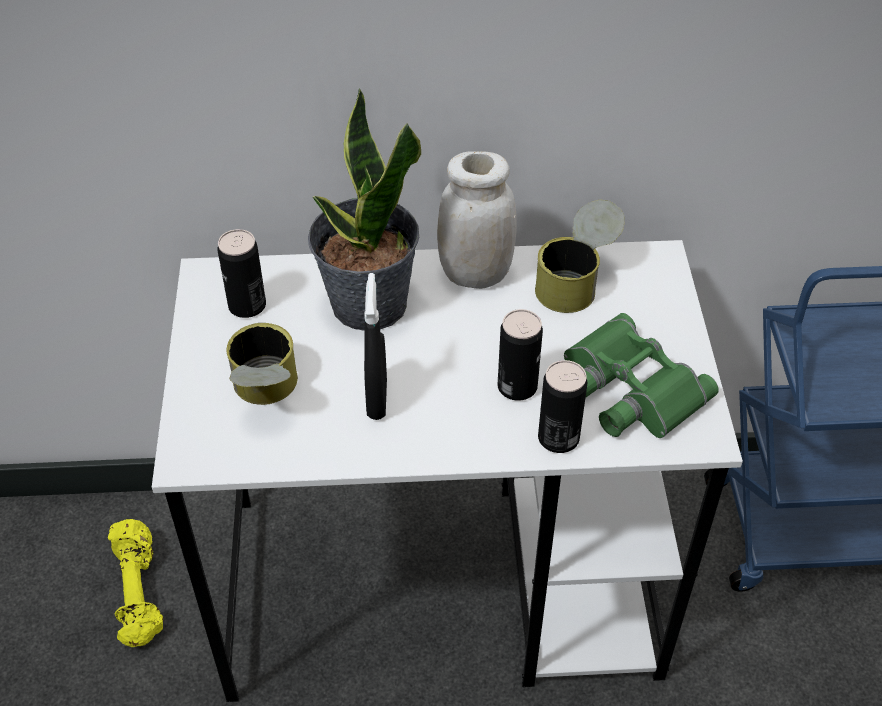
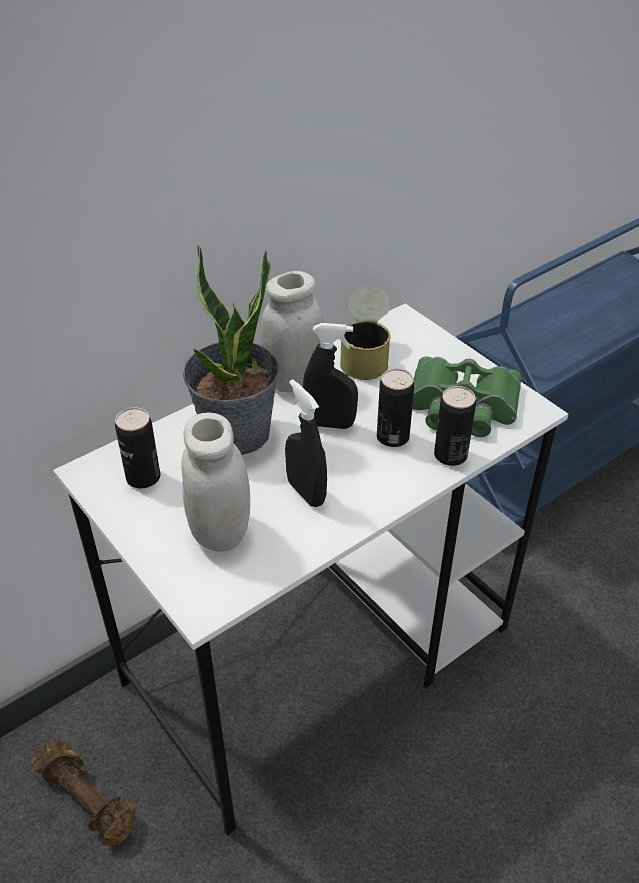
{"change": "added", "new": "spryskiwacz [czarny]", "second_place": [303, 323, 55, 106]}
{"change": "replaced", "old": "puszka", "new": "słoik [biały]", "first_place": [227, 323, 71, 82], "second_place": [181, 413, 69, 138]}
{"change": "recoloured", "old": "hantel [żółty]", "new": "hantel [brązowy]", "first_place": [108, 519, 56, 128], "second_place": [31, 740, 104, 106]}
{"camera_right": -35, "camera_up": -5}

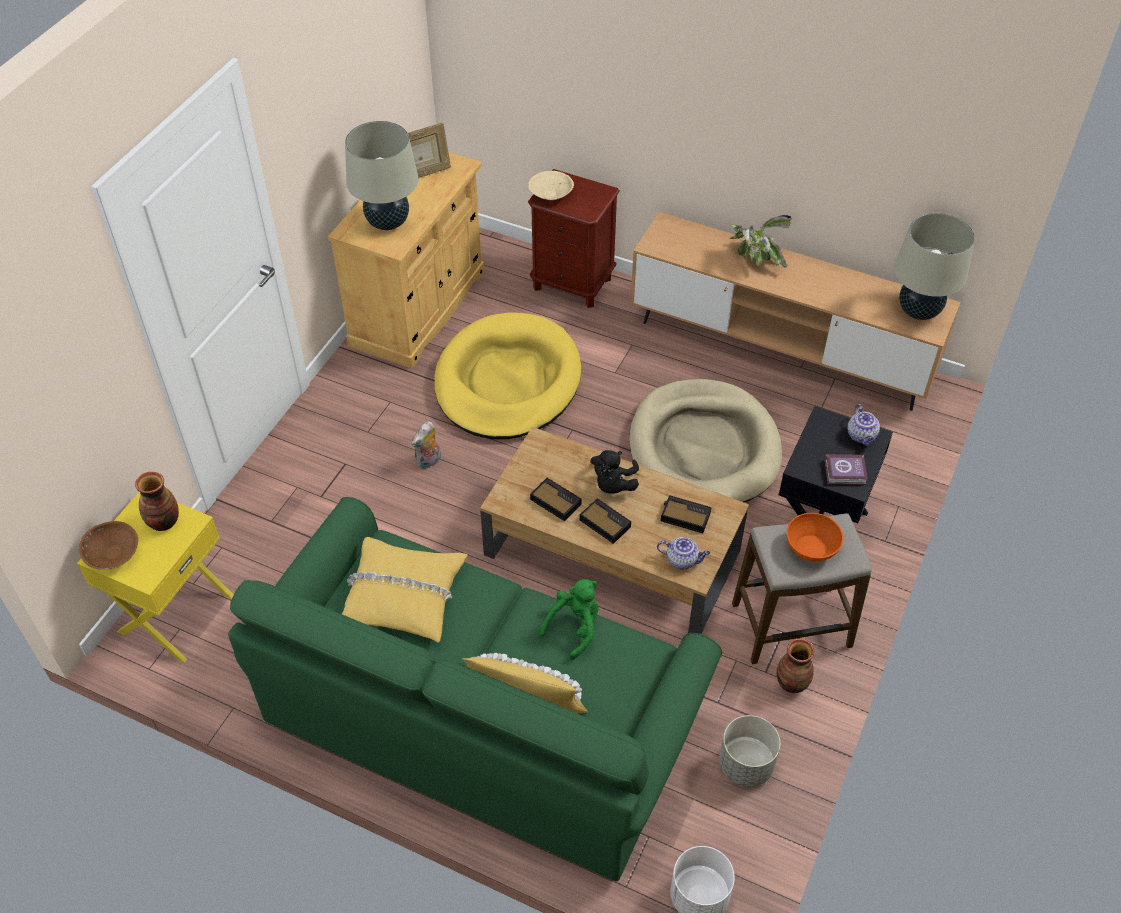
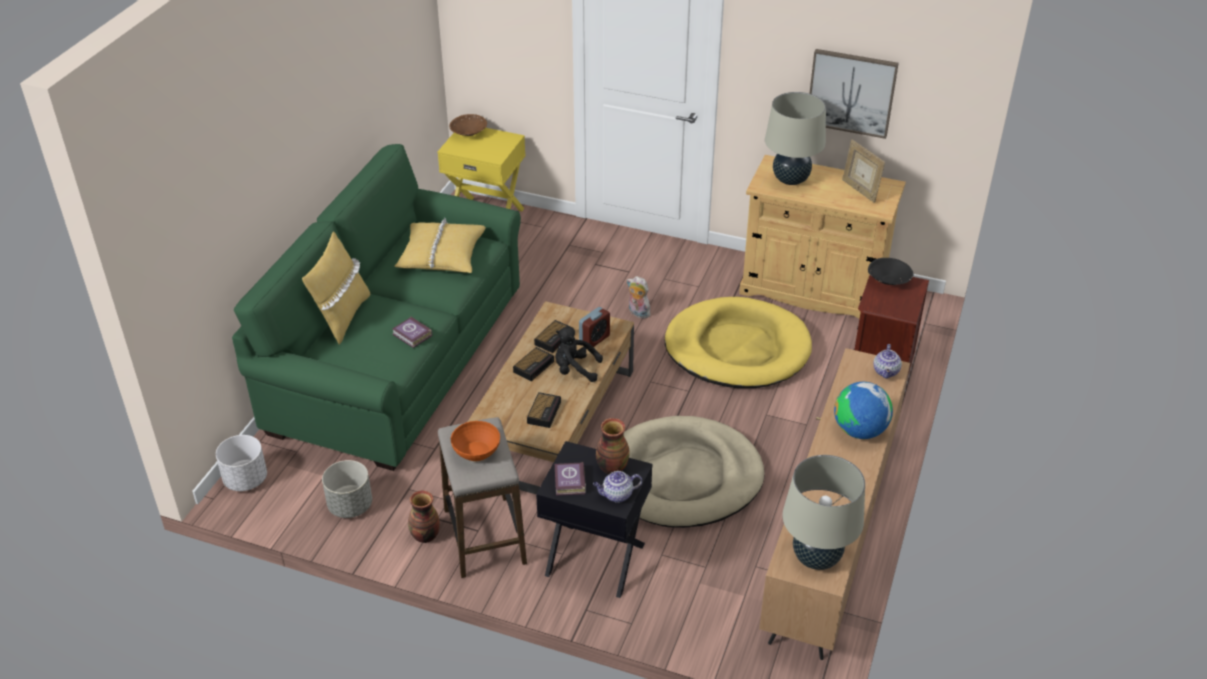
{"change": "added", "new": "budzik", "second_place": [579, 307, 31, 40]}
{"change": "added", "new": "obraz", "second_place": [809, 49, 90, 90]}
{"change": "moved", "old": "wazon", "first_place": [135, 472, 44, 59], "second_place": [596, 418, 34, 56]}
{"change": "moved", "old": "imbryk", "first_place": [657, 537, 53, 33], "second_place": [873, 344, 29, 35]}
{"change": "replaced", "old": "pluszak [zielony]", "new": "książka", "first_place": [539, 579, 60, 81], "second_place": [392, 317, 40, 31]}
{"change": "replaced", "old": "roślina doniczkowa", "new": "globus", "first_place": [730, 215, 62, 53], "second_place": [834, 382, 59, 57]}
{"change": "recoloured", "old": "miska [beżowy]", "new": "miska [czarny]", "first_place": [528, 171, 46, 29], "second_place": [868, 258, 45, 27]}
{"camera_right": 85, "camera_up": -10}

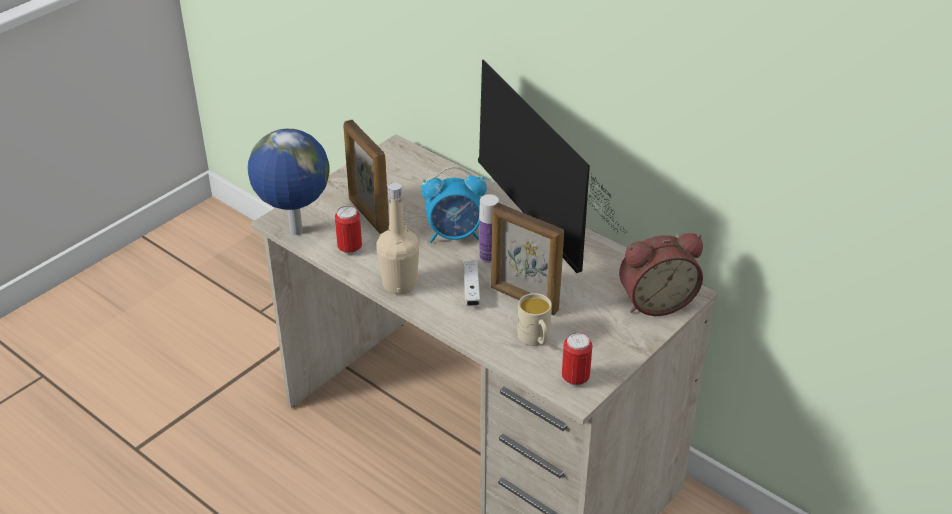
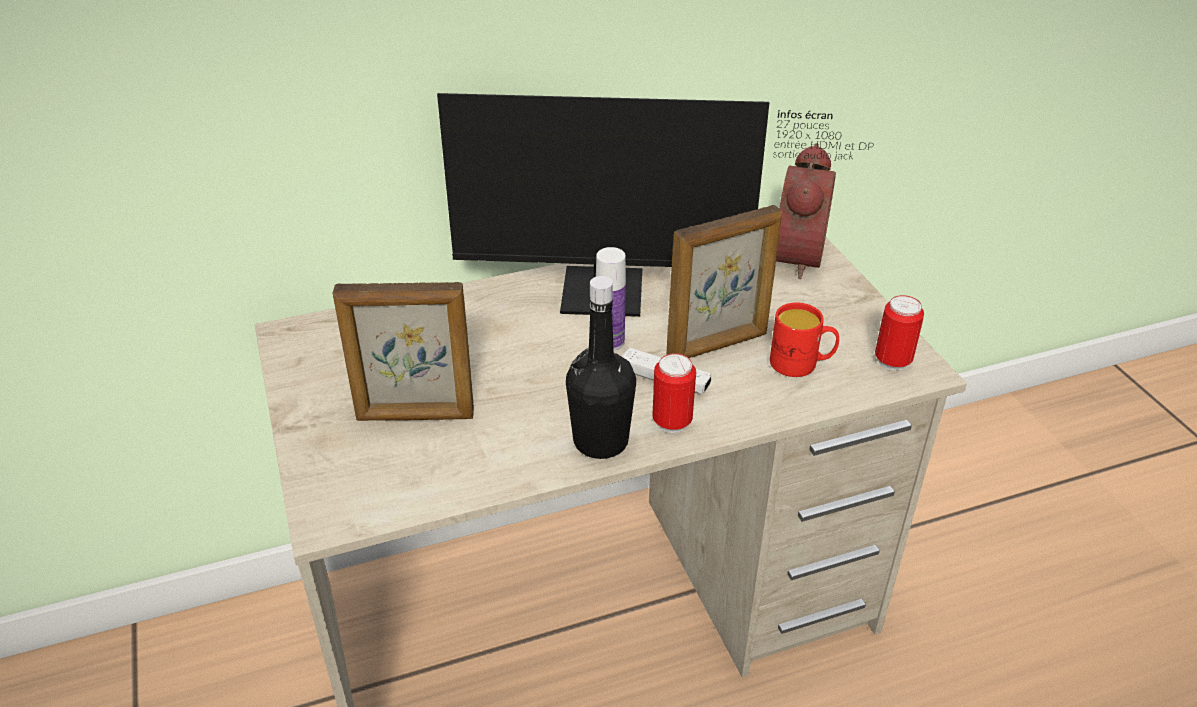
{"change": "removed", "old": "globus", "first_place": [247, 129, 83, 106]}
{"change": "removed", "old": "budzik", "first_place": [421, 166, 66, 77]}
{"change": "moved", "old": "puszka", "first_place": [335, 206, 27, 49], "second_place": [652, 353, 44, 80]}
{"change": "recoloured", "old": "butelka [beżowy]", "new": "butelka [czarny]", "first_place": [376, 182, 43, 113], "second_place": [566, 276, 70, 183]}
{"change": "recoloured", "old": "kubek [beżowy]", "new": "kubek [czerwony]", "first_place": [517, 293, 35, 53], "second_place": [770, 302, 69, 75]}
{"camera_right": -60, "camera_up": 0}

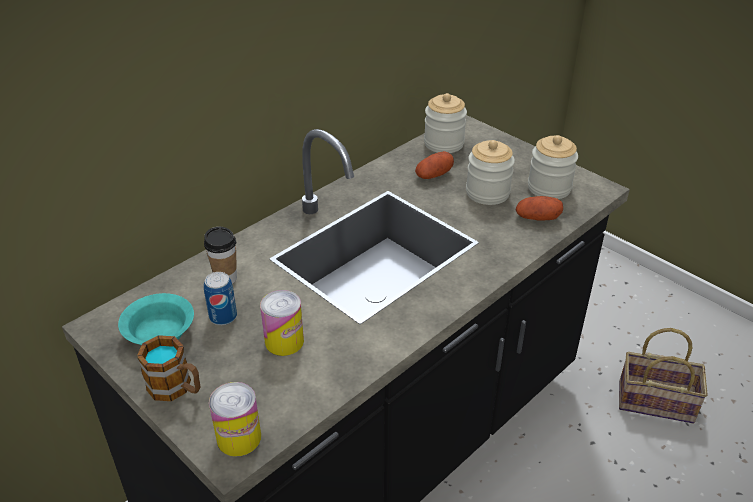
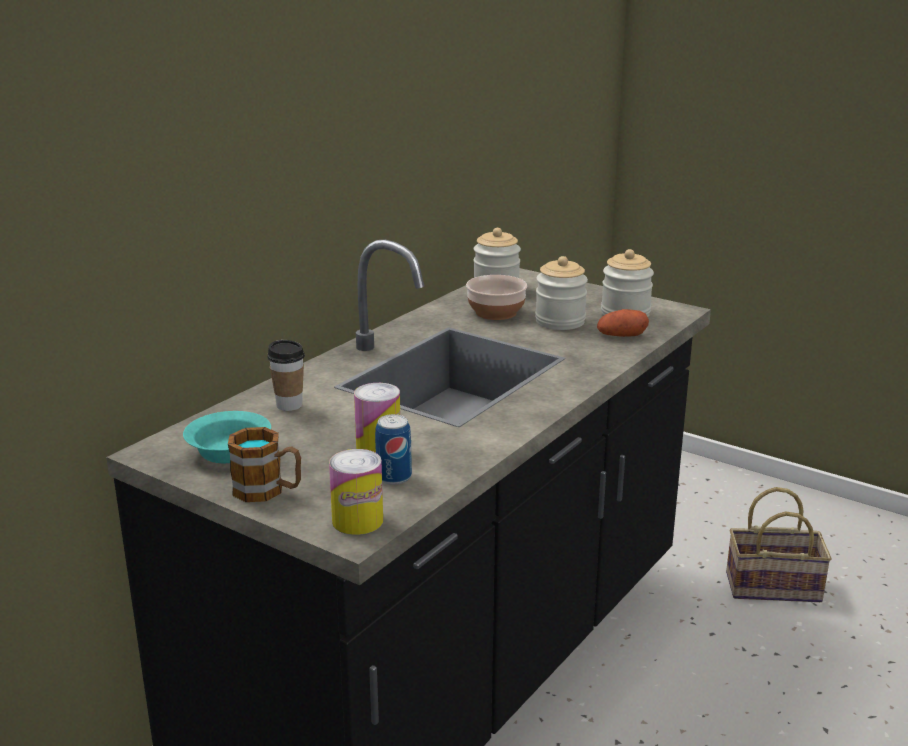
{"change": "moved", "old": "puszka", "first_place": [204, 272, 33, 53], "second_place": [375, 414, 37, 71]}
{"change": "replaced", "old": "ziemniak", "new": "miska", "first_place": [415, 151, 39, 28], "second_place": [466, 275, 61, 45]}
{"camera_right": -10, "camera_up": -15}

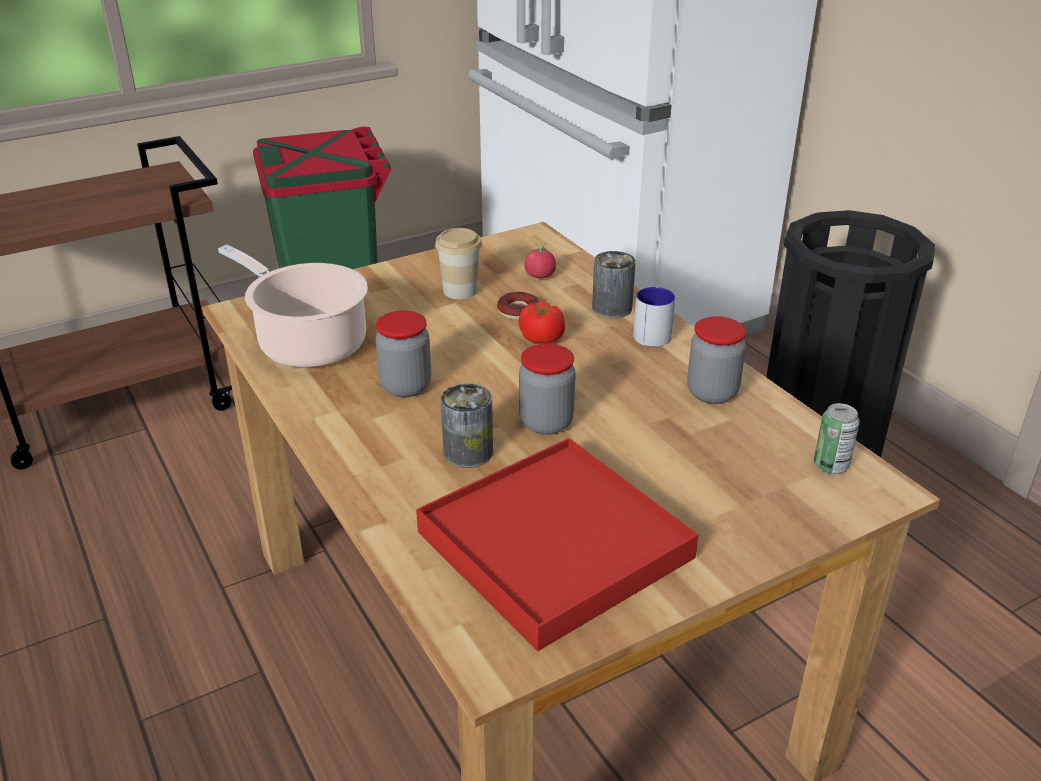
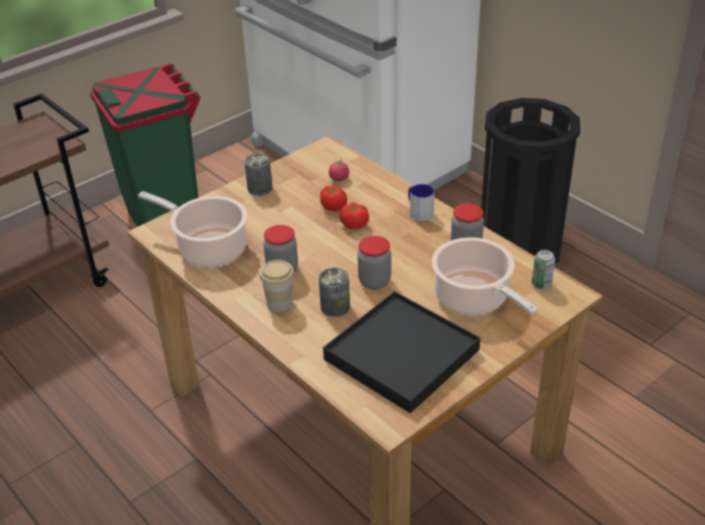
{"change": "added", "new": "garnek", "second_place": [432, 237, 106, 78]}
{"change": "moved", "old": "filiżanka", "first_place": [435, 228, 47, 71], "second_place": [259, 260, 35, 52]}
{"change": "moved", "old": "puszka", "first_place": [592, 251, 44, 67], "second_place": [244, 154, 29, 42]}
{"change": "replaced", "old": "donut", "new": "pomidor", "first_place": [497, 292, 42, 28], "second_place": [320, 185, 27, 26]}
{"change": "recoloured", "old": "taca [czerwony]", "new": "taca [czarny]", "first_place": [416, 438, 282, 213], "second_place": [323, 291, 157, 122]}
{"camera_right": -10, "camera_up": 5}

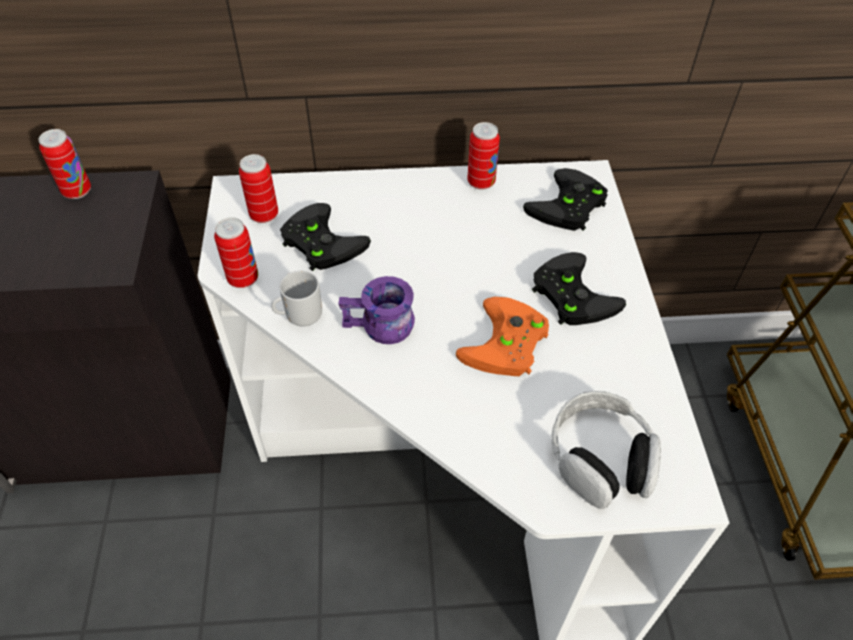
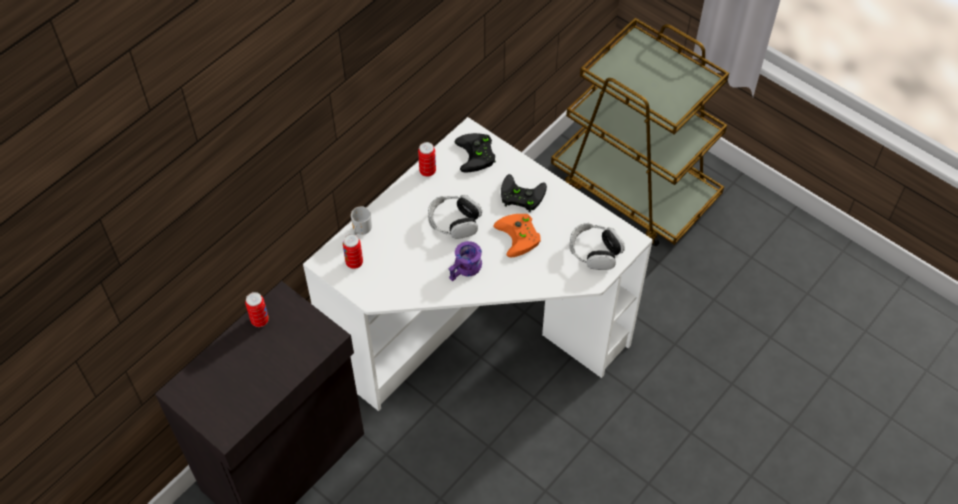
{"change": "removed", "old": "puszka", "first_place": [214, 217, 44, 71]}
{"change": "removed", "old": "pad do gier [czarny]", "first_place": [280, 203, 91, 68]}
{"change": "added", "new": "słuchawki", "second_place": [428, 195, 54, 44]}
{"change": "moved", "old": "kubek", "first_place": [271, 271, 51, 56], "second_place": [351, 206, 21, 29]}
{"camera_right": -45, "camera_up": 5}

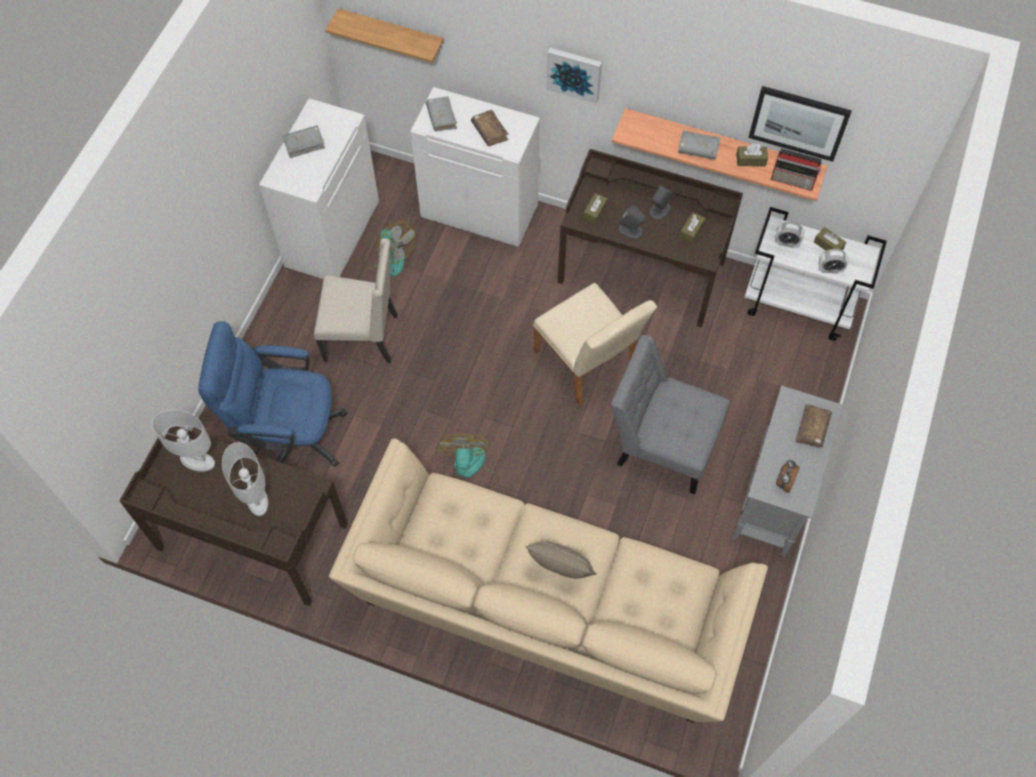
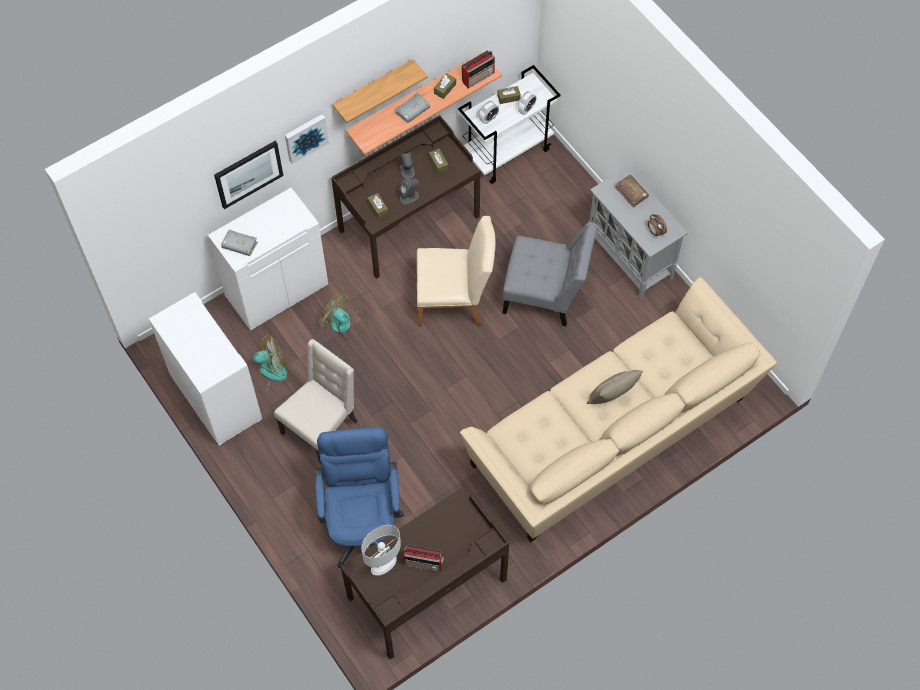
{"change": "removed", "old": "lampa stołowa [biały]", "first_place": [222, 442, 46, 74]}
{"change": "removed", "old": "książka [szary]", "first_place": [283, 125, 42, 33]}
{"change": "removed", "old": "książka [brązowy]", "first_place": [471, 110, 38, 36]}
{"change": "added", "new": "radio", "second_place": [404, 544, 40, 28]}
{"change": "moved", "old": "półka", "first_place": [325, 8, 119, 55], "second_place": [332, 59, 96, 64]}
{"change": "moved", "old": "wentylator", "first_place": [438, 434, 61, 55], "second_place": [319, 293, 48, 47]}
{"change": "moved", "old": "obraz", "first_place": [748, 86, 104, 76], "second_place": [214, 141, 69, 68]}
{"change": "turned", "old": "krzesło biurowe [niebieski]", "first_place": [198, 321, 149, 146], "second_place": [315, 428, 89, 141], "degrees": 135}
{"change": "turned", "old": "krzesło [szary]", "first_place": [611, 335, 118, 159], "second_place": [502, 222, 95, 104], "degrees": -135}
{"camera_right": -55, "camera_up": 0}

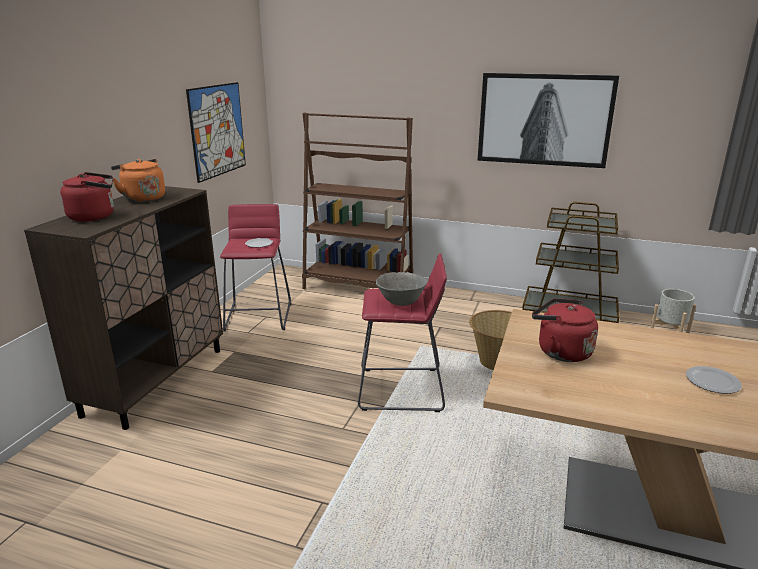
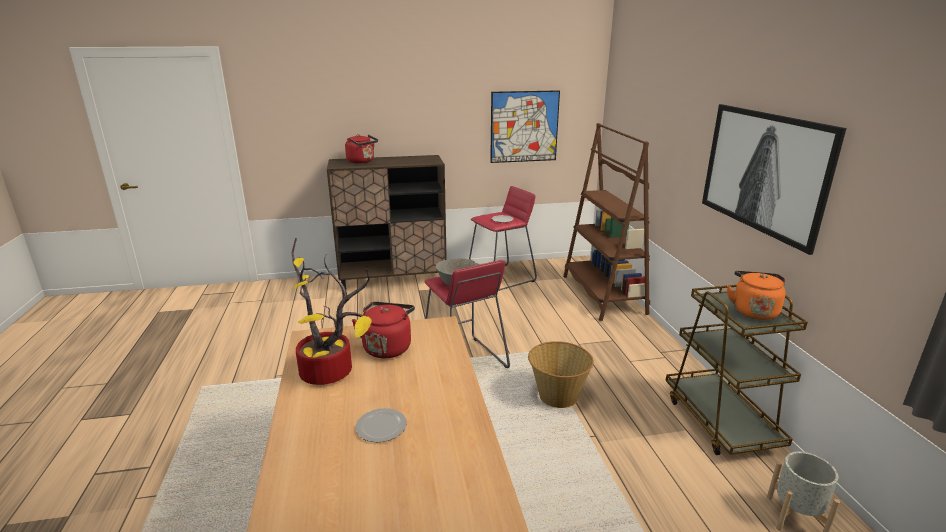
{"change": "added", "new": "roślina doniczkowa", "second_place": [291, 238, 81, 147]}
{"change": "moved", "old": "czajnik [pomarańczowy]", "first_place": [111, 159, 54, 43], "second_place": [727, 271, 59, 49]}
{"camera_right": 60, "camera_up": 0}

